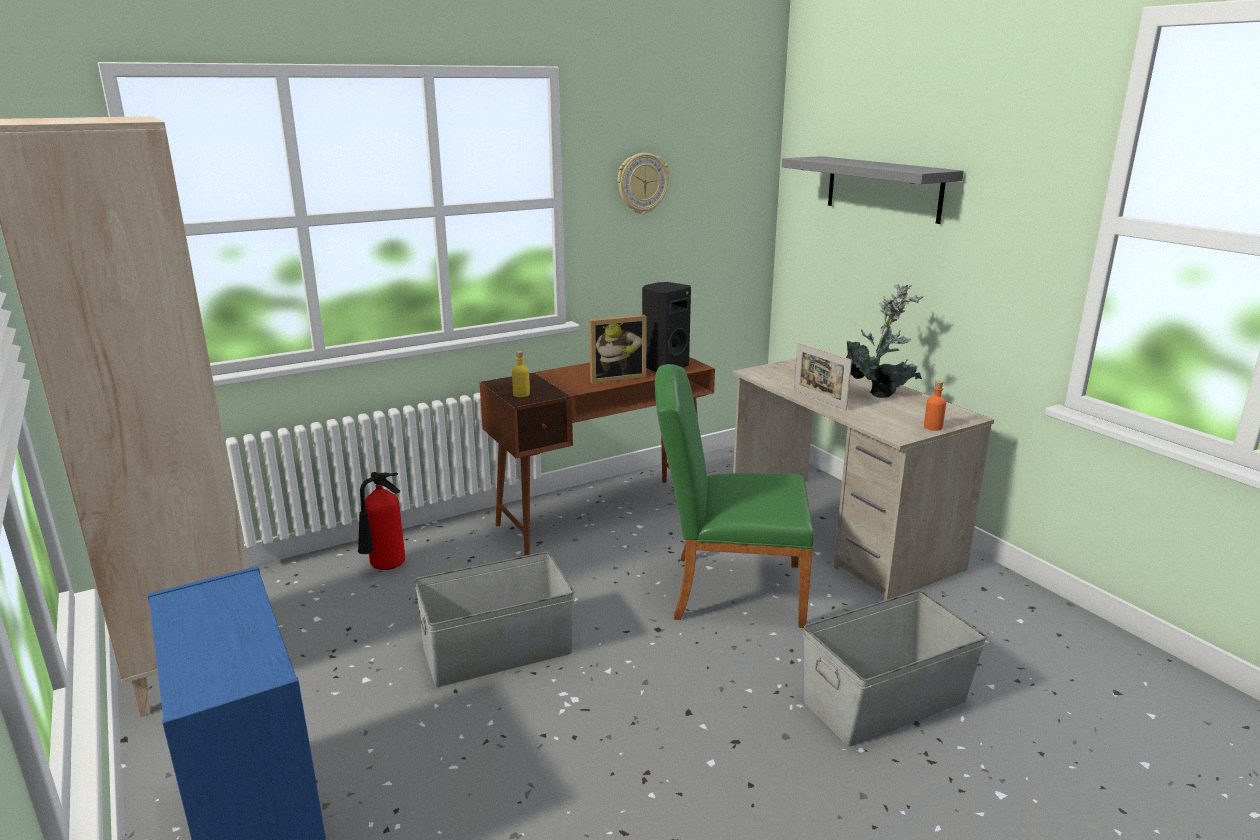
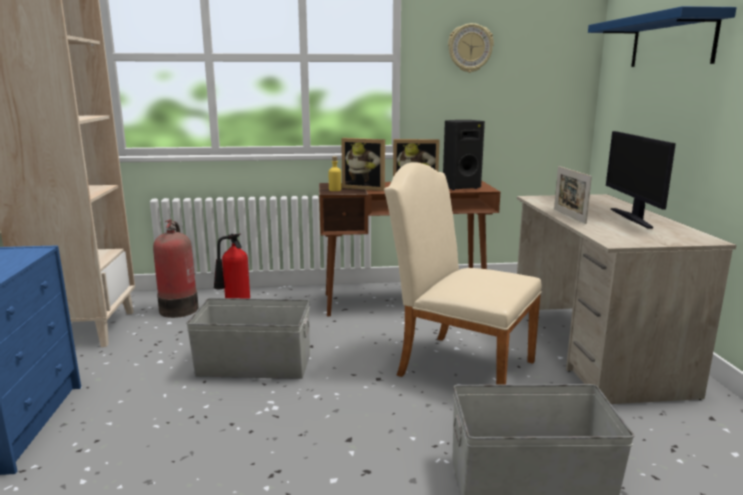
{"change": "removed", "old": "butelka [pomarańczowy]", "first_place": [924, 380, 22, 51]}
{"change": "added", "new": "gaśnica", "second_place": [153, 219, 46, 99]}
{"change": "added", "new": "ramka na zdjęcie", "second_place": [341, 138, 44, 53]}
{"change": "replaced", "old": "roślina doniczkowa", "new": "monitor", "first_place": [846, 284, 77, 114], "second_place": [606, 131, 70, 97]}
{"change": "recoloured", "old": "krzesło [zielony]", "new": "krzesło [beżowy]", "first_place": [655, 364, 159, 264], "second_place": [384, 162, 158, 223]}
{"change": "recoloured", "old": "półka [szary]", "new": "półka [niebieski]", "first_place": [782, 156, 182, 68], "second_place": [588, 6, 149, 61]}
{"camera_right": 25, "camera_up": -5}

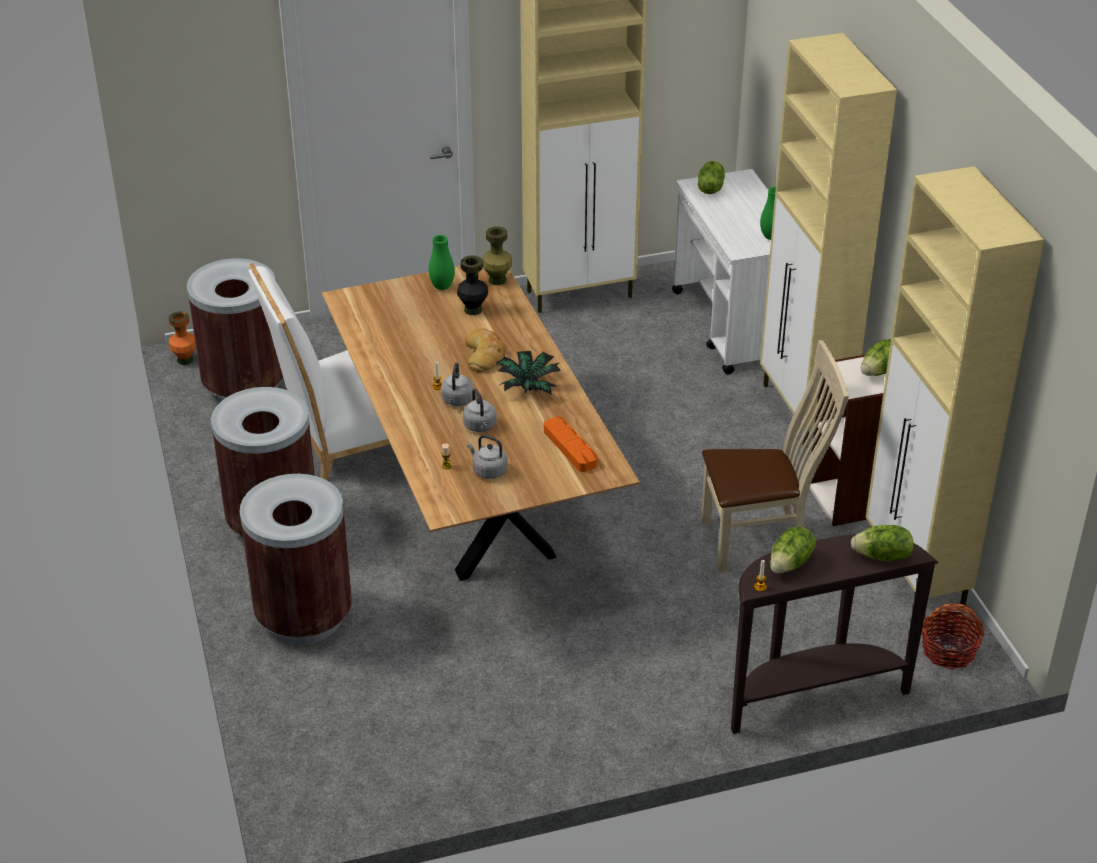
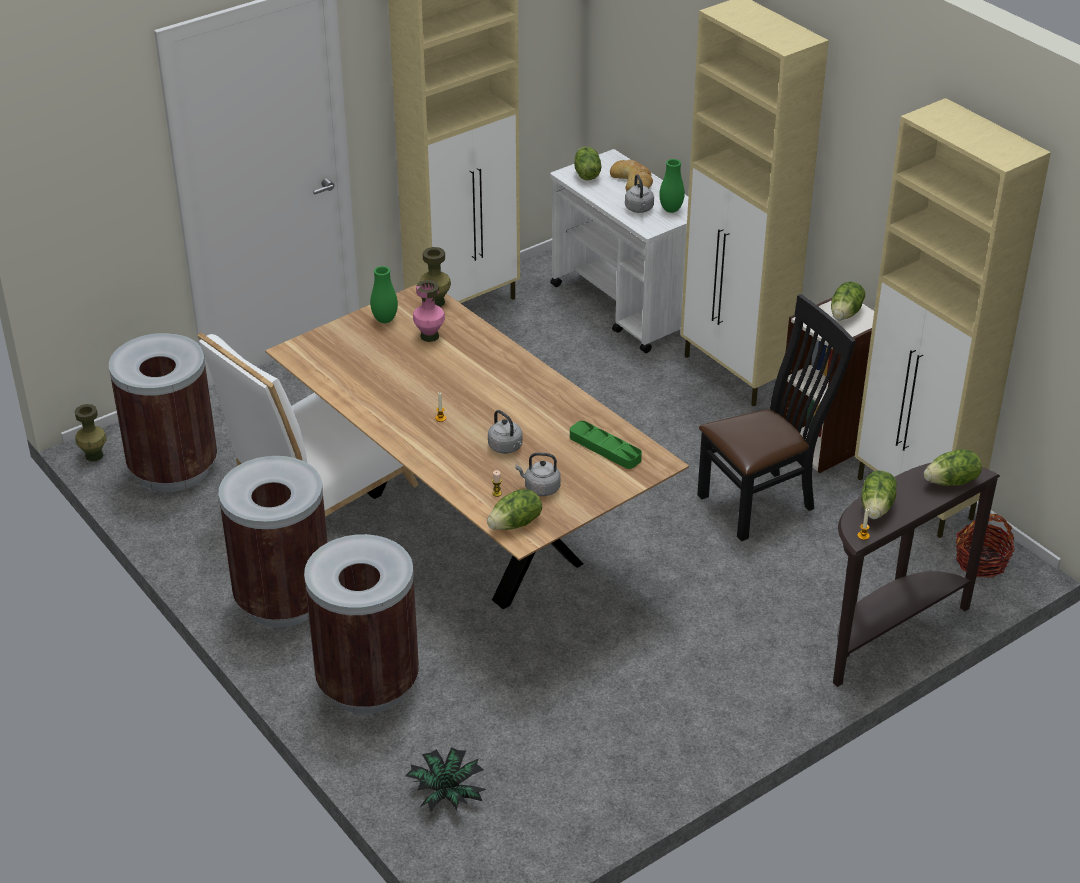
{"change": "added", "new": "sałata", "second_place": [487, 489, 55, 41]}
{"change": "moved", "old": "czajnik [szary]", "first_place": [441, 363, 33, 43], "second_place": [625, 174, 29, 39]}
{"change": "moved", "old": "chleb", "first_place": [465, 329, 41, 43], "second_place": [610, 160, 43, 31]}
{"change": "moved", "old": "roślina doniczkowa", "first_place": [496, 351, 65, 44], "second_place": [405, 747, 81, 65]}
{"change": "recoloured", "old": "wazon [pomarańczowy]", "new": "wazon [zielony]", "first_place": [169, 311, 27, 54], "second_place": [75, 404, 32, 58]}
{"change": "recoloured", "old": "wazon [czarny]", "new": "wazon [różowy]", "first_place": [457, 255, 31, 60], "second_place": [413, 280, 32, 62]}
{"change": "recoloured", "old": "taca [pomarańczowy]", "new": "taca [zielony]", "first_place": [544, 417, 54, 55], "second_place": [570, 421, 72, 48]}
{"change": "recoloured", "old": "krzesło [beżowy]", "new": "krzesło [czarny]", "first_place": [701, 340, 148, 233], "second_place": [697, 294, 159, 247]}
{"camera_right": -20, "camera_up": 0}

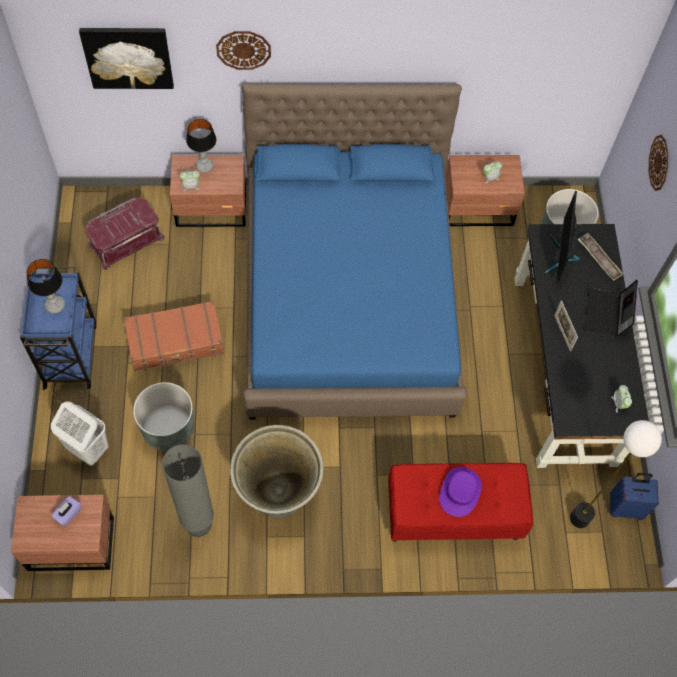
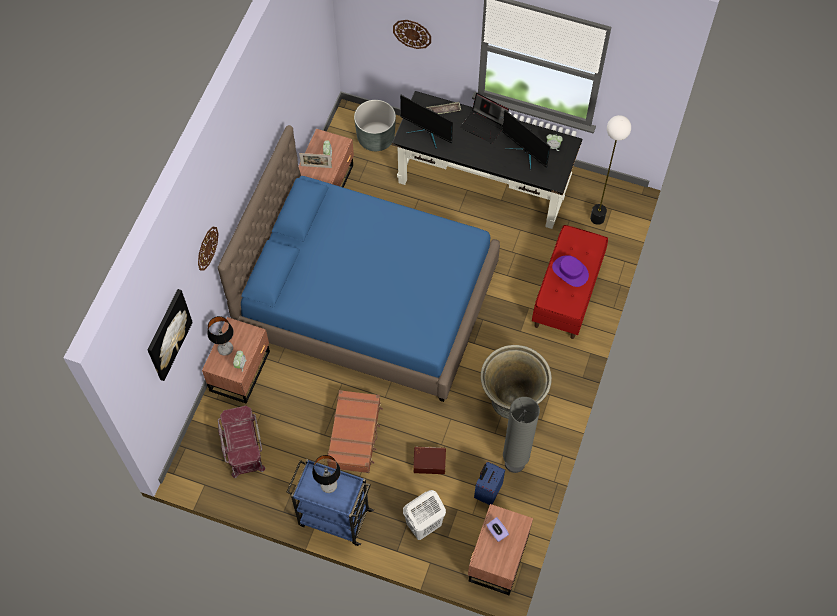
{"change": "added", "new": "monitor", "second_place": [502, 110, 49, 60]}
{"change": "moved", "old": "ramka na zdjęcie", "first_place": [554, 300, 24, 52], "second_place": [299, 153, 33, 15]}
{"change": "moved", "old": "walizka [niebieski]", "first_place": [610, 473, 49, 47], "second_place": [474, 461, 31, 44]}
{"change": "replaced", "old": "donica [szary]", "new": "pojemnik do przechowywania [brązowy]", "first_place": [133, 382, 61, 69], "second_place": [413, 447, 33, 27]}
{"camera_right": -65, "camera_up": 0}

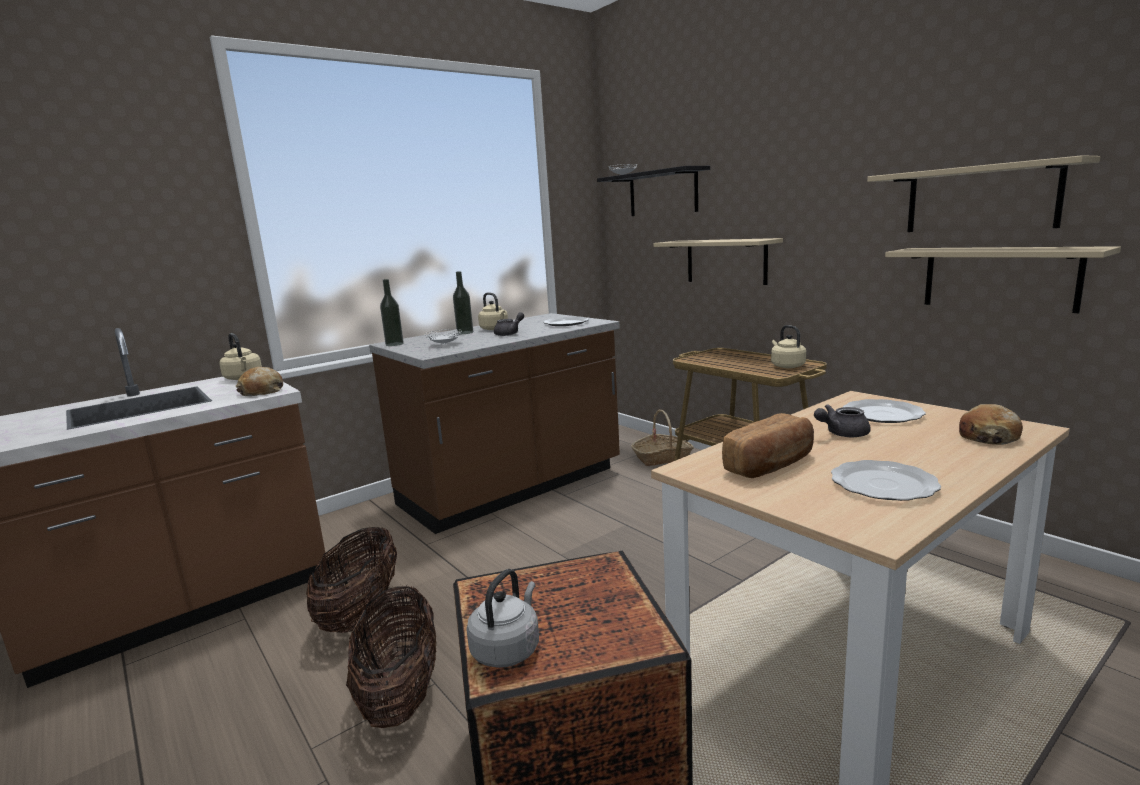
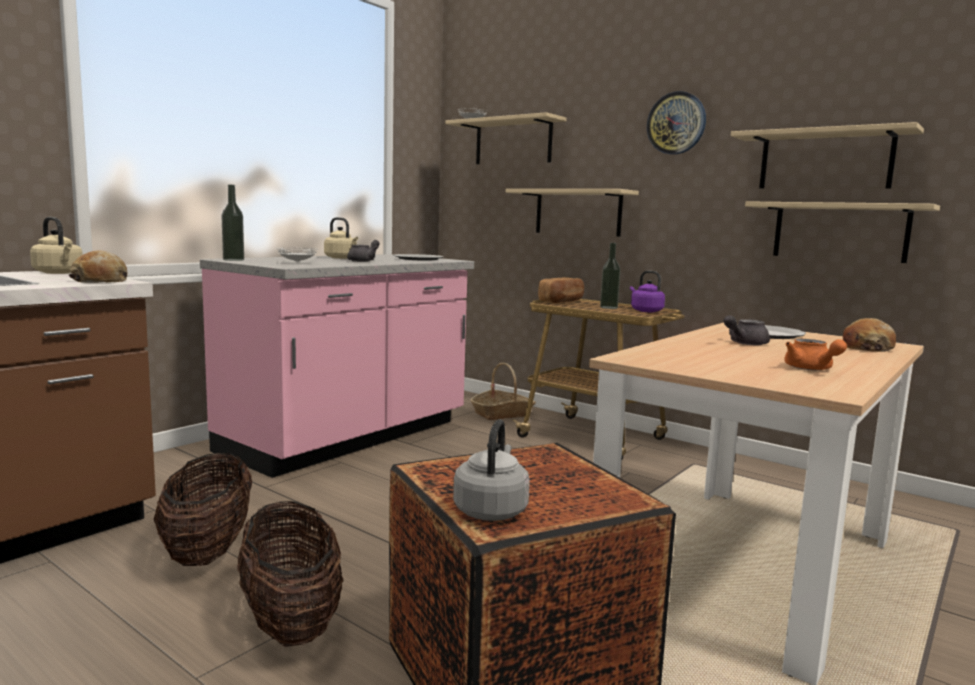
{"change": "added", "new": "zegar ścienny", "second_place": [647, 91, 59, 64]}
{"change": "moved", "old": "butelka", "first_place": [453, 271, 20, 63], "second_place": [600, 243, 20, 66]}
{"change": "moved", "old": "chleb", "first_place": [722, 413, 92, 65], "second_place": [538, 277, 46, 26]}
{"change": "replaced", "old": "talerz", "new": "imbryk [pomarańczowy]", "first_place": [831, 460, 110, 41], "second_place": [784, 339, 63, 31]}
{"change": "recoloured", "old": "zabudowa kuchenna [brązowy]", "new": "zabudowa kuchenna [różowy]", "first_place": [369, 313, 251, 221], "second_place": [200, 254, 274, 224]}
{"change": "recoloured", "old": "półka [czarny]", "new": "półka [beżowy]", "first_place": [597, 166, 113, 50], "second_place": [445, 112, 122, 52]}
{"change": "recoloured", "old": "czajnik [beżowy]", "new": "czajnik [fioletowy]", "first_place": [771, 325, 35, 43], "second_place": [630, 271, 35, 41]}
{"camera_right": -15, "camera_up": -5}

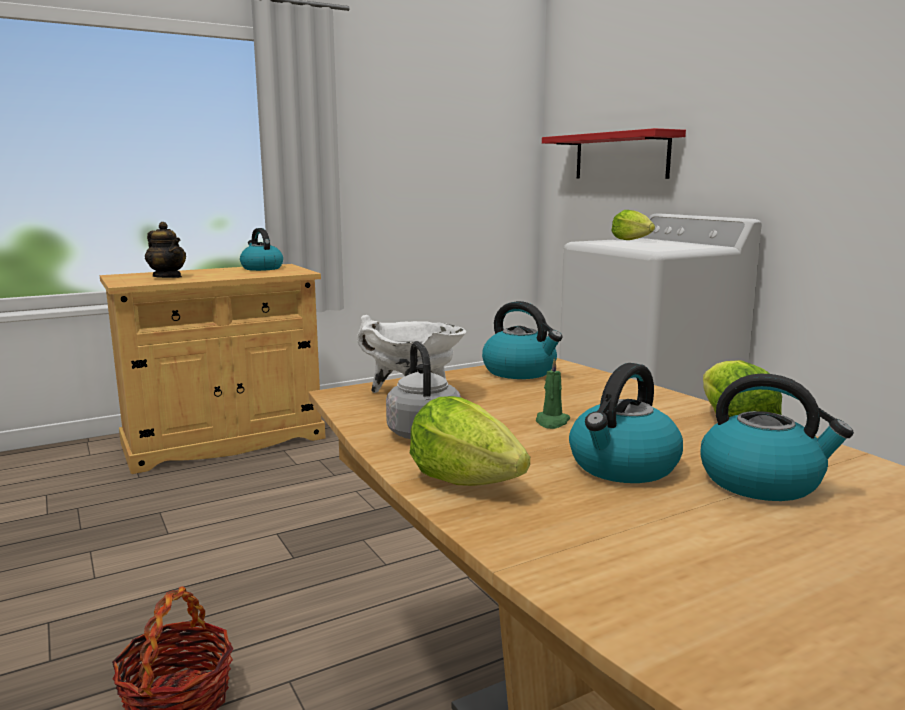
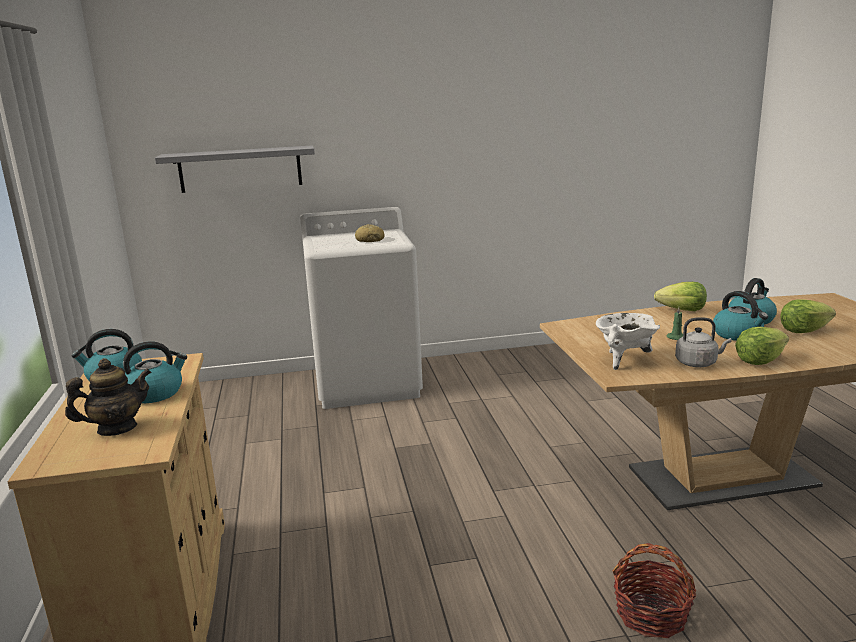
{"change": "added", "new": "chleb", "second_place": [355, 224, 30, 18]}
{"change": "moved", "old": "czajnik", "first_place": [482, 301, 81, 78], "second_place": [123, 341, 64, 62]}
{"change": "moved", "old": "sałata", "first_place": [611, 210, 44, 30], "second_place": [780, 299, 56, 34]}
{"change": "recoloured", "old": "półka [czerwony]", "new": "półka [szary]", "first_place": [542, 128, 144, 51], "second_place": [155, 145, 160, 48]}
{"camera_right": -70, "camera_up": 5}

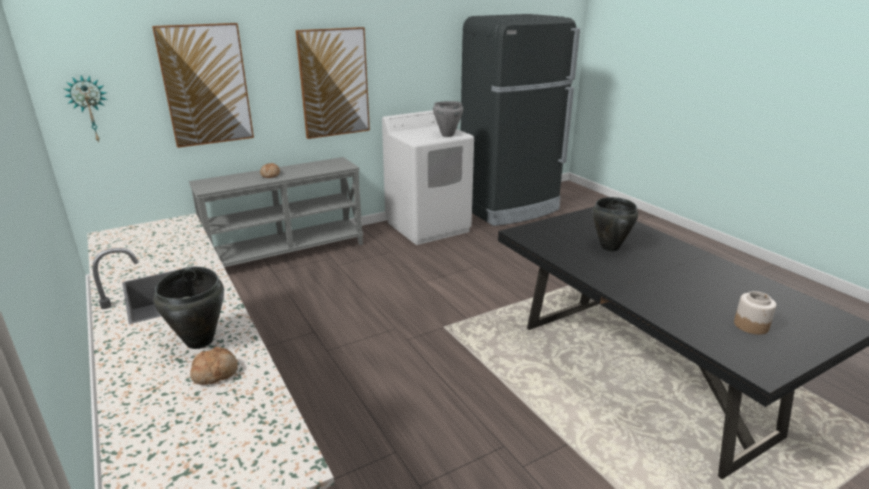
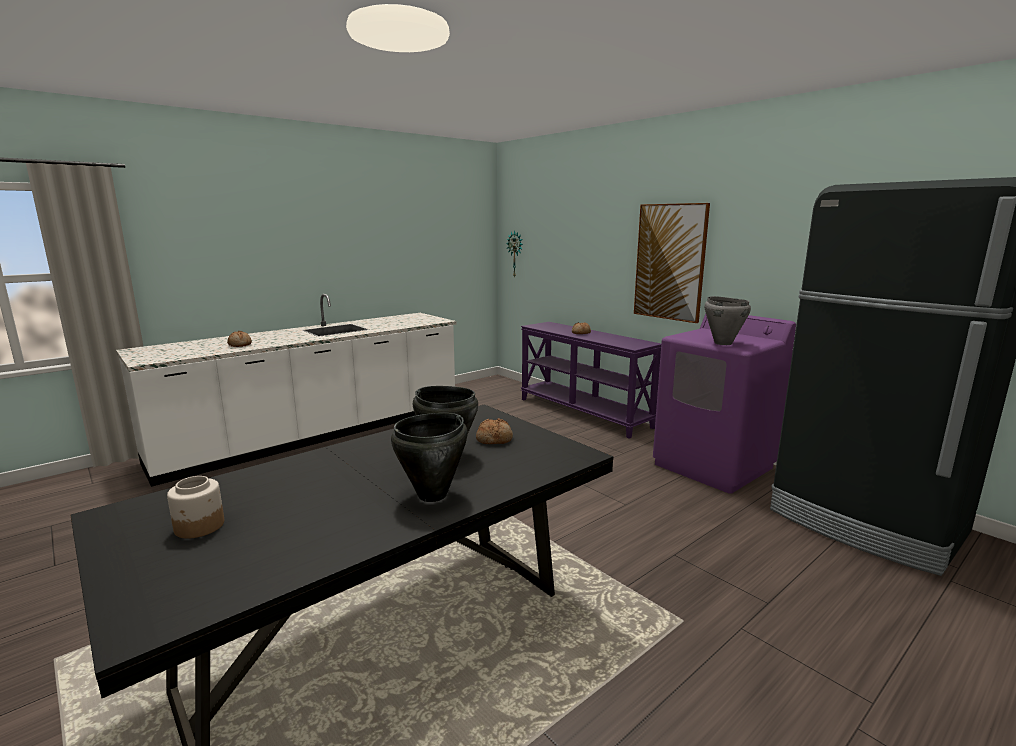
{"change": "removed", "old": "obraz", "first_place": [152, 23, 102, 125]}
{"change": "added", "new": "chleb", "second_place": [476, 418, 37, 26]}
{"change": "moved", "old": "garnek [czarny]", "first_place": [154, 267, 70, 82], "second_place": [391, 413, 76, 89]}
{"change": "recoloured", "old": "stolik konsolowy [szary]", "new": "stolik konsolowy [fioletowy]", "first_place": [189, 157, 175, 110], "second_place": [521, 322, 140, 117]}
{"change": "recoloured", "old": "pralka [biały]", "new": "pralka [fioletowy]", "first_place": [382, 110, 92, 135], "second_place": [653, 314, 143, 180]}
{"camera_right": 80, "camera_up": -10}

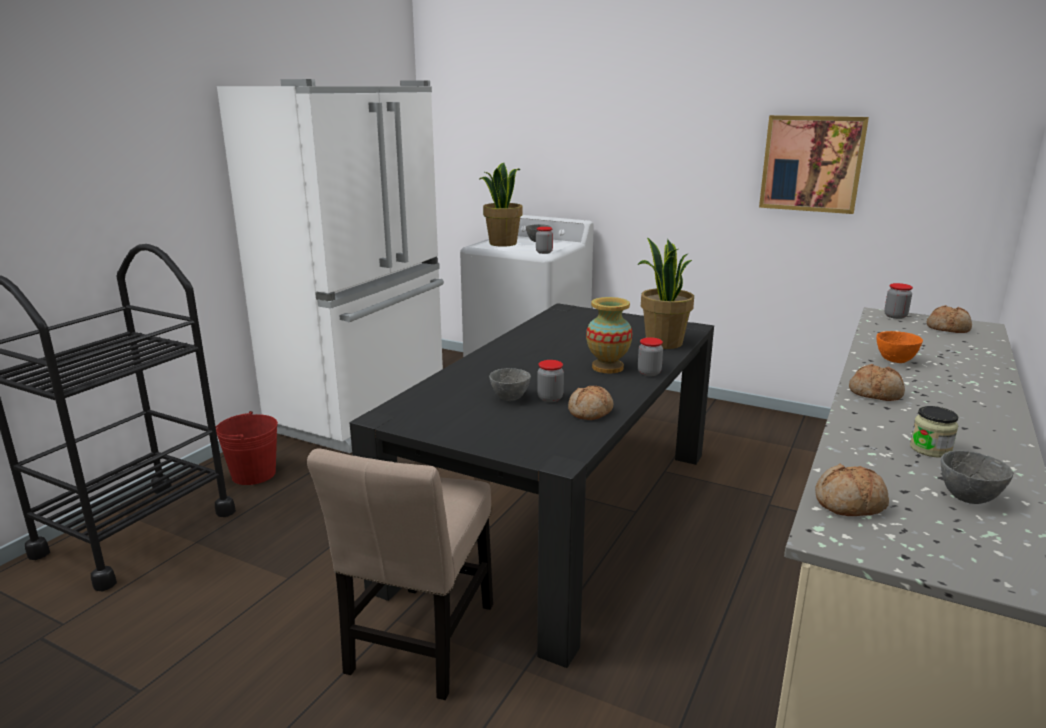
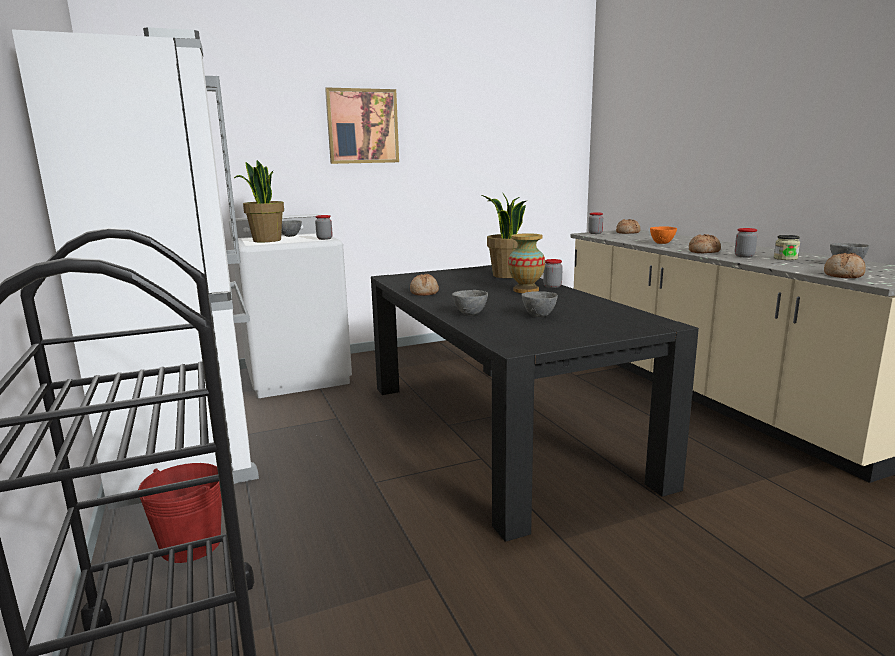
{"change": "removed", "old": "krzesło [beżowy]", "first_place": [307, 448, 186, 252]}
{"change": "added", "new": "miska [szary]", "second_place": [452, 290, 36, 25]}
{"change": "moved", "old": "słoik", "first_place": [537, 360, 27, 42], "second_place": [735, 228, 22, 30]}
{"change": "moved", "old": "chleb", "first_place": [568, 386, 45, 34], "second_place": [410, 274, 29, 22]}
{"change": "moved", "old": "obraz", "first_place": [759, 115, 110, 99], "second_place": [325, 88, 74, 76]}
{"camera_right": -50, "camera_up": -5}

